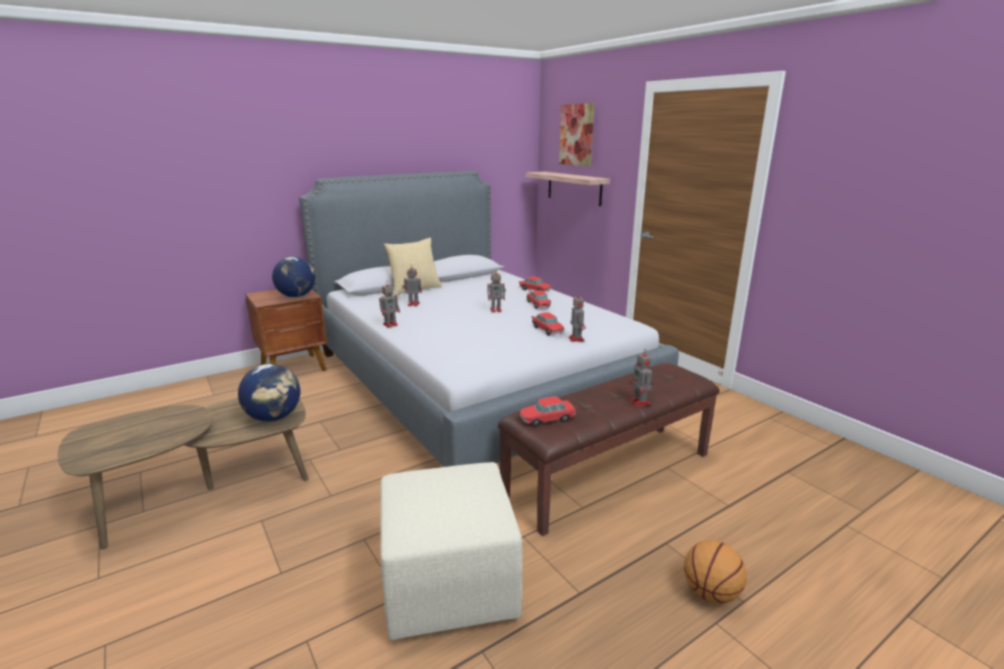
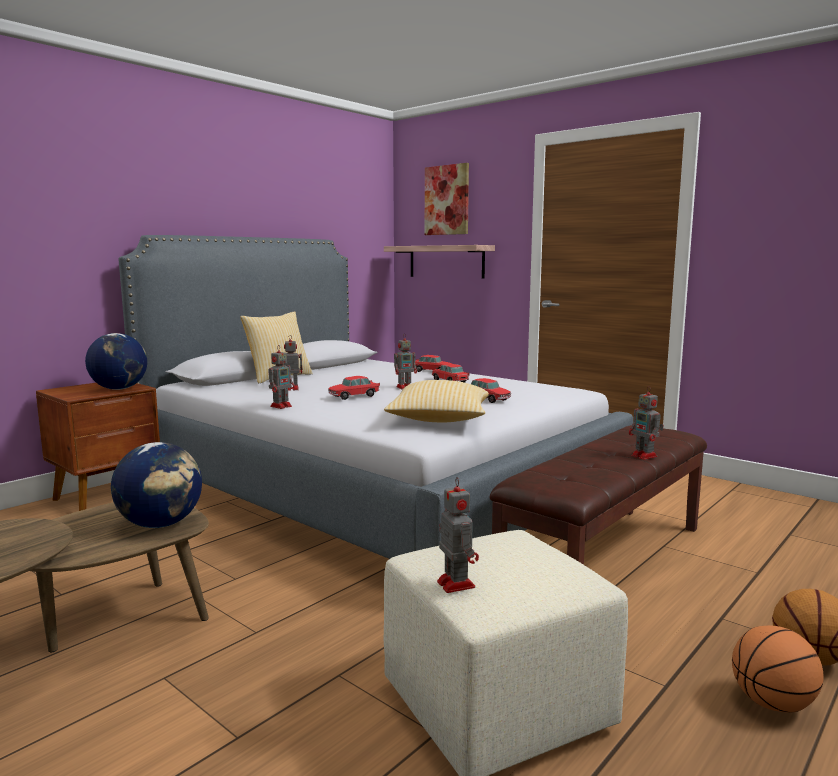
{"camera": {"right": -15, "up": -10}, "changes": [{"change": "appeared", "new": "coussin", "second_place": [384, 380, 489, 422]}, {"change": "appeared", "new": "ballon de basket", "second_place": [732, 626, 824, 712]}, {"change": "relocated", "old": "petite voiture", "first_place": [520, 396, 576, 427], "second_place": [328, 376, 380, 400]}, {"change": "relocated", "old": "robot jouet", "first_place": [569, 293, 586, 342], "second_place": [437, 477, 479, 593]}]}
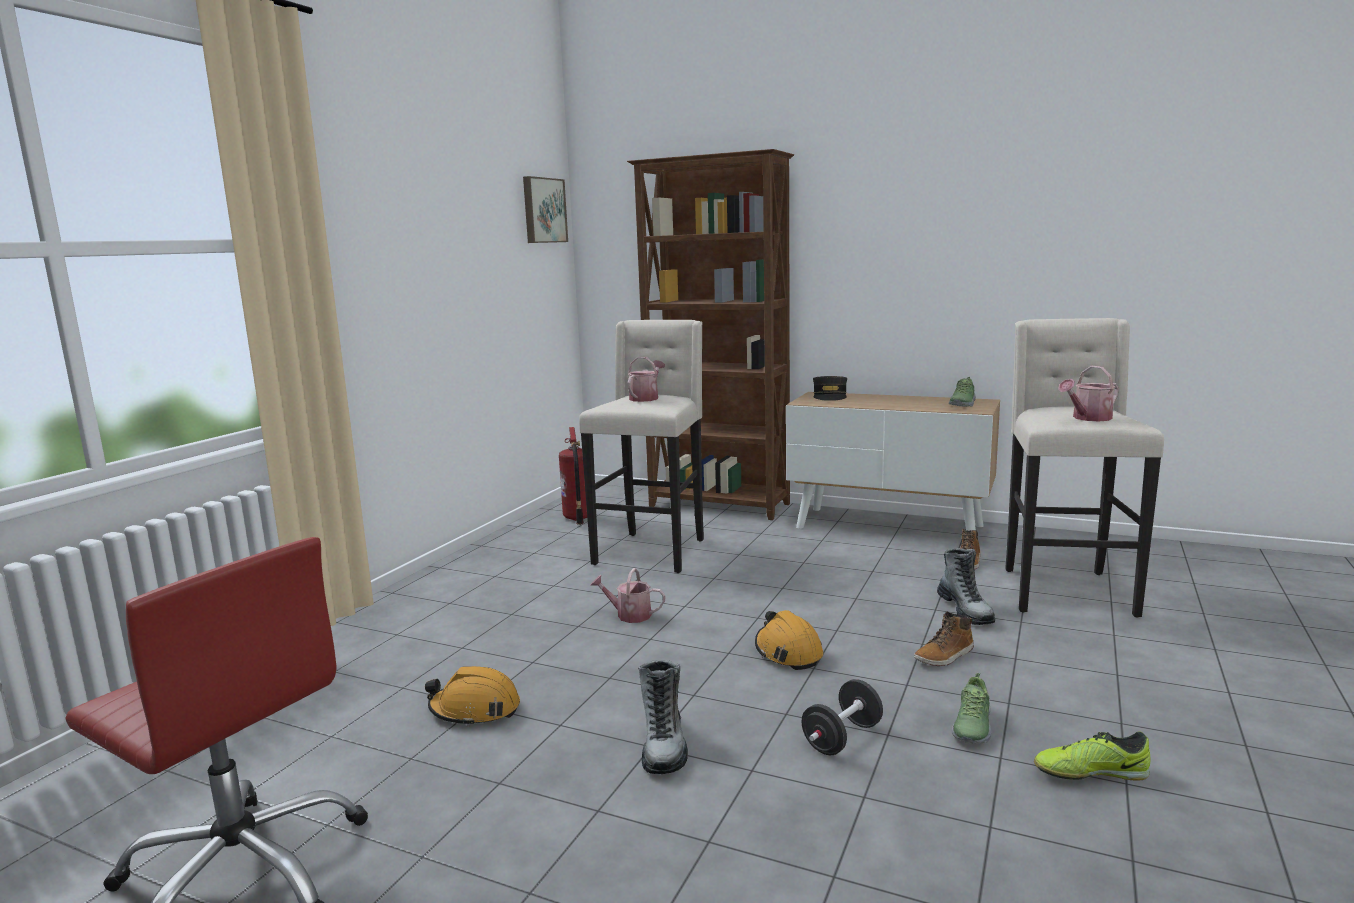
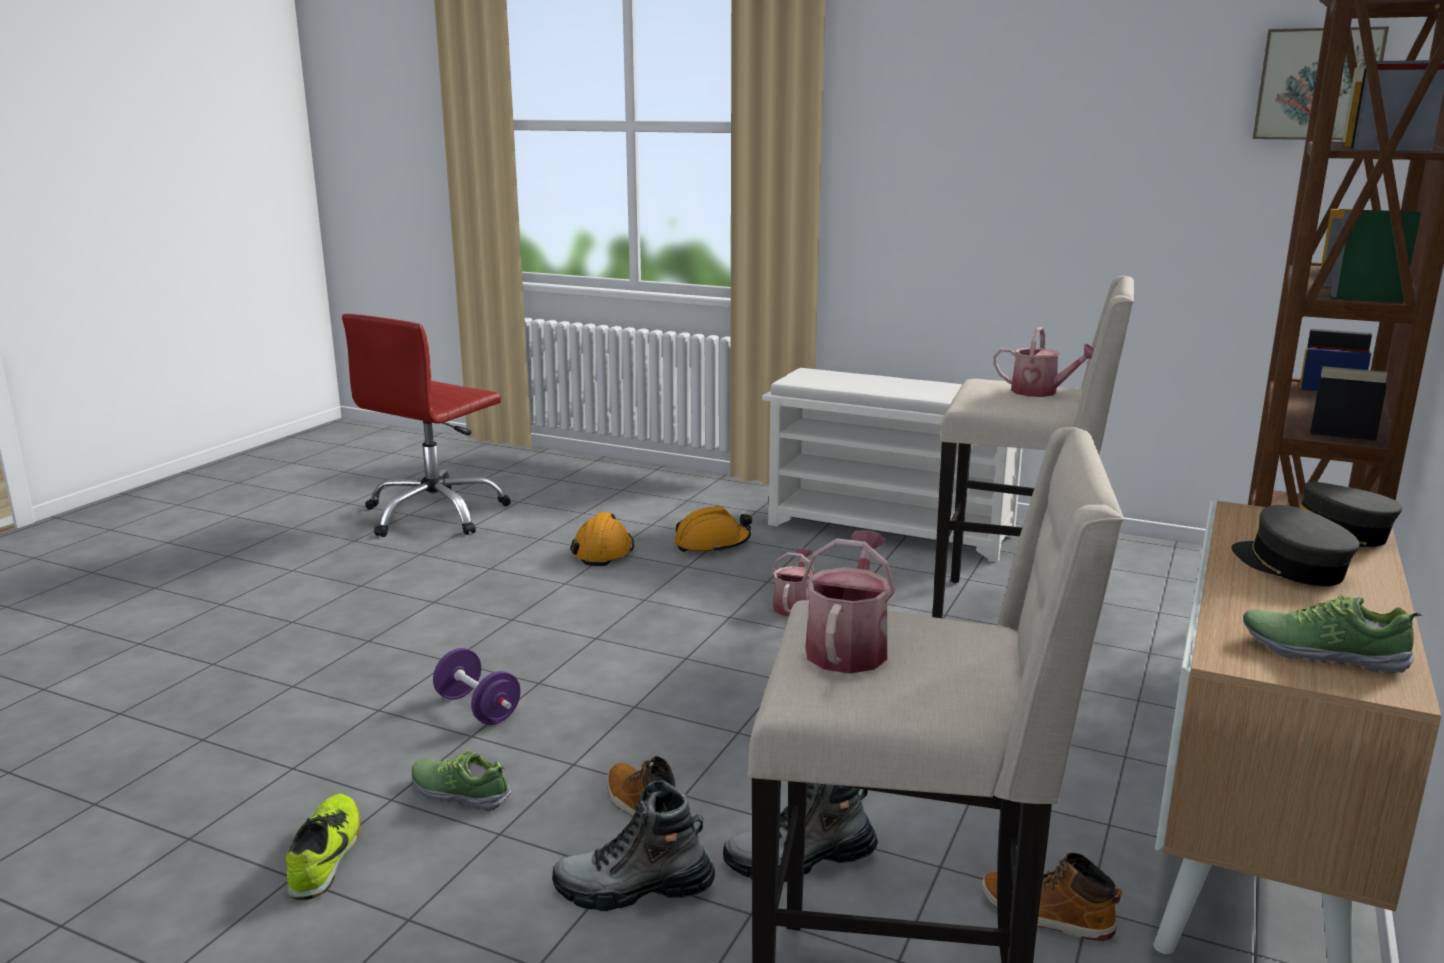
{"camera": {"right": 90, "up": 5}, "changes": [{"change": "missing", "old": "extincteur", "first_place": [559, 427, 587, 525]}, {"change": "appeared", "new": "étagère à chaussures (blanc)", "second_place": [762, 368, 1023, 562]}, {"change": "appeared", "new": "casquette (gris)", "second_place": [1231, 505, 1360, 586]}, {"change": "relocated", "old": "botte", "first_place": [638, 660, 688, 774], "second_place": [552, 780, 715, 911]}, {"change": "relocated", "old": "casque de chantier (orange)", "first_place": [755, 610, 823, 670], "second_place": [674, 506, 752, 553]}, {"change": "colour", "old": "haltère (noir)", "new": "haltère (violet)", "first_place": [802, 679, 883, 755], "second_place": [433, 648, 520, 725]}, {"change": "spun", "old": "arrosoir", "first_place": [1058, 366, 1119, 421], "second_place": [802, 530, 896, 674], "degrees": 45}]}
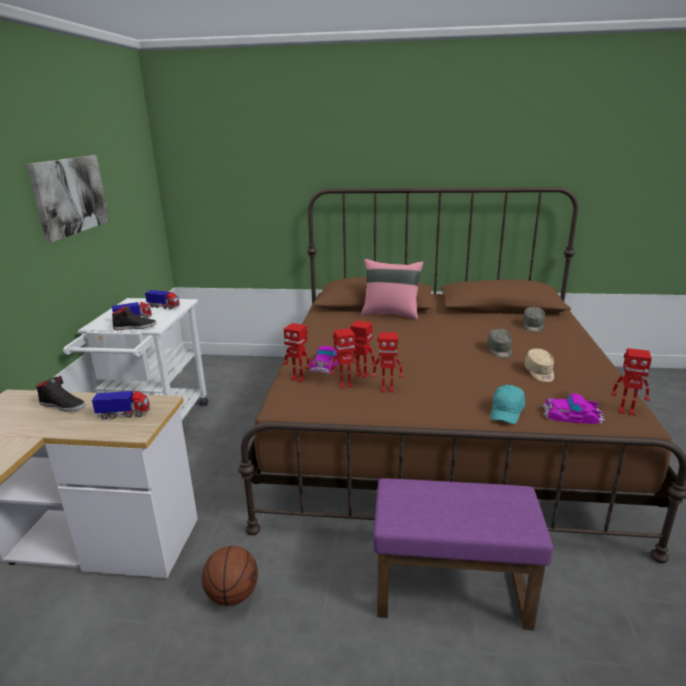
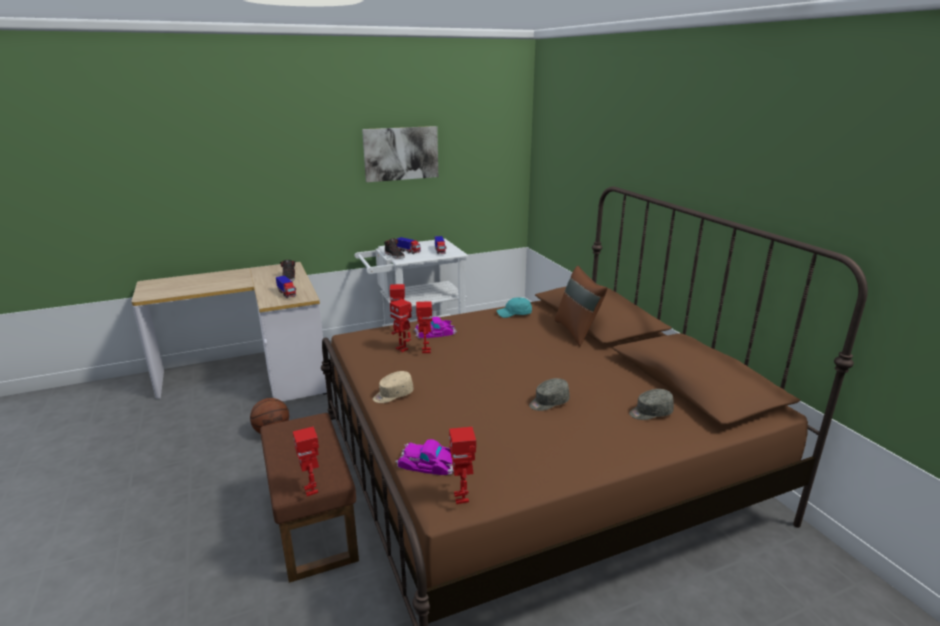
{"camera": {"right": 60, "up": 0}, "changes": [{"change": "relocated", "old": "robot jouet", "first_place": [372, 332, 403, 393], "second_place": [293, 426, 319, 496]}, {"change": "relocated", "old": "casquette (turquoise)", "first_place": [490, 385, 525, 424], "second_place": [496, 297, 532, 318]}, {"change": "relocated", "old": "casquette (beige)", "first_place": [524, 349, 554, 382], "second_place": [373, 371, 414, 403]}, {"change": "colour", "old": "coussin (rose)", "new": "coussin (marron)", "first_place": [361, 259, 423, 320], "second_place": [555, 266, 607, 347]}, {"change": "colour", "old": "pouf (violet)", "new": "pouf (marron)", "first_place": [373, 478, 553, 631], "second_place": [260, 413, 359, 583]}, {"change": "spun", "old": "petite voiture", "first_place": [541, 393, 605, 424], "second_place": [395, 439, 454, 475], "degrees": -60}]}
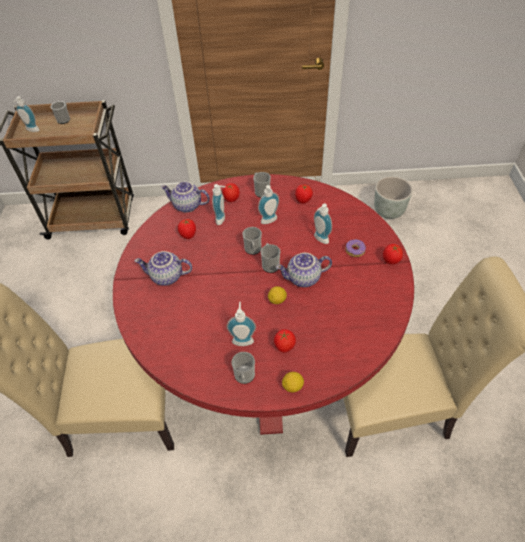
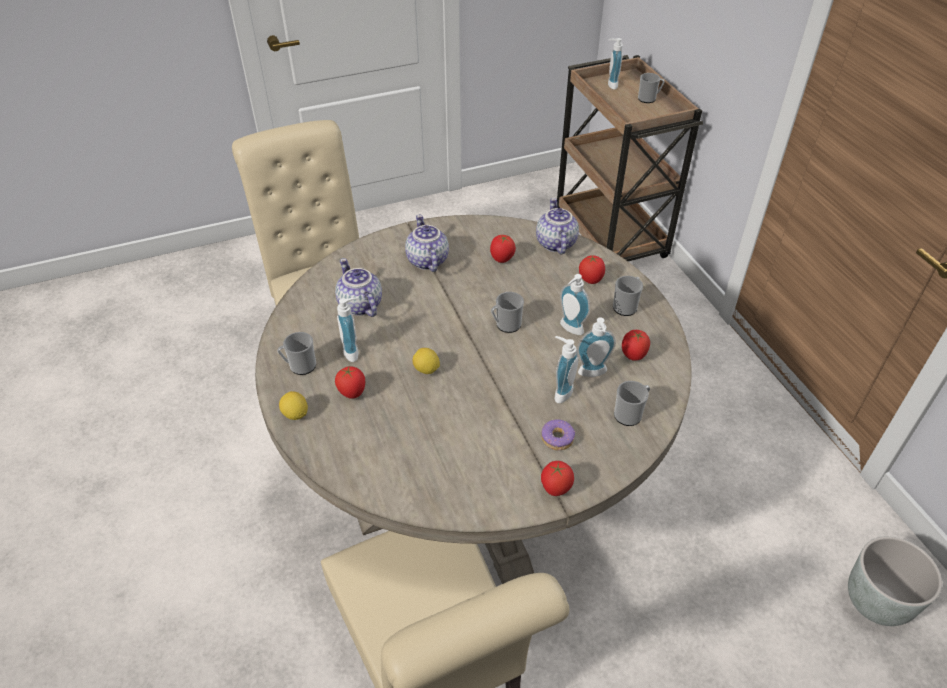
{"camera": {"right": 70, "up": -5}, "changes": [{"change": "relocated", "old": "distributeur de savon", "first_place": [212, 184, 226, 225], "second_place": [577, 317, 616, 377]}, {"change": "relocated", "old": "mug", "first_place": [261, 243, 280, 273], "second_place": [614, 381, 650, 426]}, {"change": "relocated", "old": "théière", "first_place": [276, 253, 332, 287], "second_place": [335, 258, 382, 317]}, {"change": "colour", "old": "table à manger (rouge)", "new": "table à manger (beige)", "first_place": [113, 174, 414, 435], "second_place": [255, 215, 692, 584]}]}
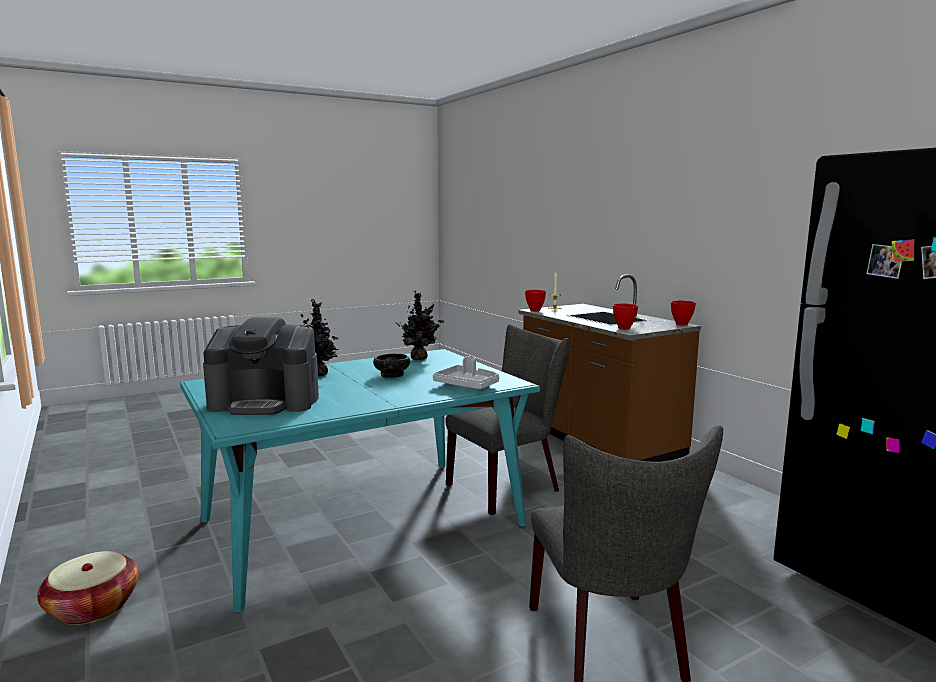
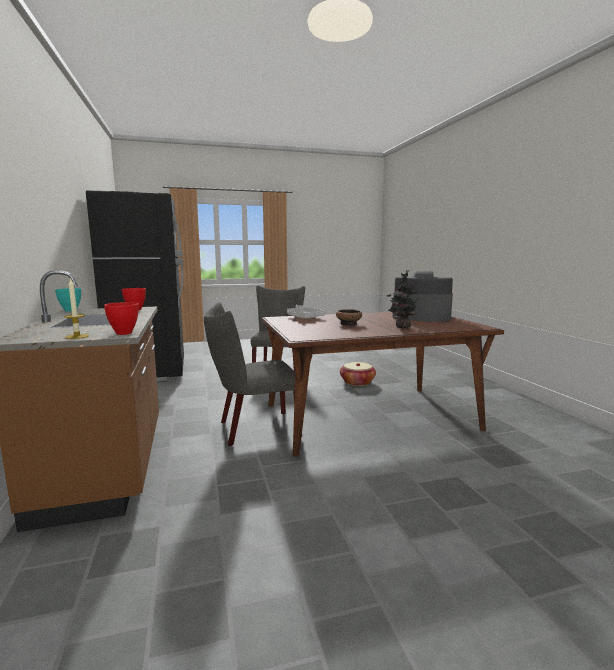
{"camera": {"right": -165, "up": 0}, "changes": [{"change": "missing", "old": "plante en pot", "first_place": [395, 291, 444, 360]}, {"change": "relocated", "old": "panier", "first_place": [37, 551, 139, 625], "second_place": [340, 362, 376, 386]}, {"change": "colour", "old": "table à manger (turquoise)", "new": "table à manger (marron)", "first_place": [180, 349, 540, 613], "second_place": [262, 312, 504, 457]}, {"change": "colour", "old": "bol (rouge)", "new": "bol (turquoise)", "first_place": [671, 300, 696, 325], "second_place": [55, 288, 81, 311]}]}
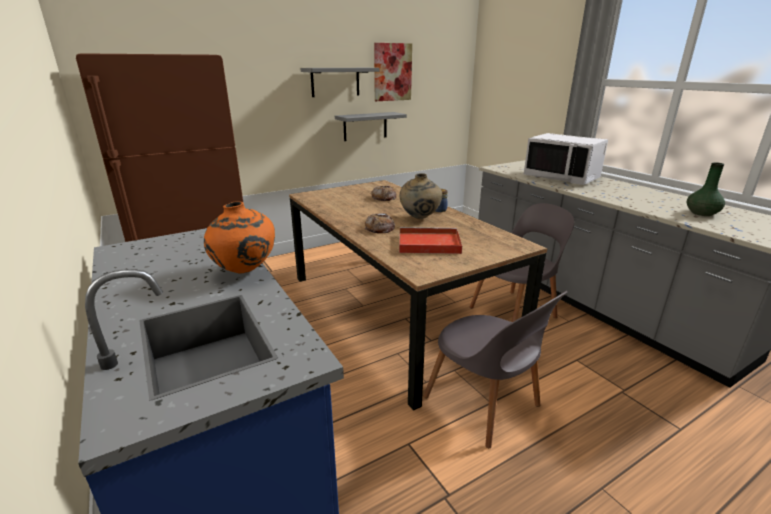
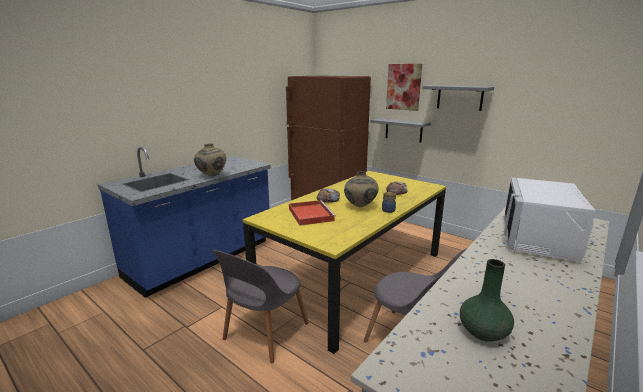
{"camera": {"right": 70, "up": -5}, "changes": [{"change": "relocated", "old": "étagère (gris)", "first_place": [335, 112, 407, 141], "second_place": [370, 118, 431, 143]}, {"change": "relocated", "old": "tableau", "first_place": [374, 43, 412, 101], "second_place": [386, 64, 422, 111]}, {"change": "colour", "old": "vase (orange)", "new": "vase (beige)", "first_place": [204, 201, 275, 274], "second_place": [194, 144, 226, 177]}, {"change": "colour", "old": "table à manger (marron)", "new": "table à manger (jaune)", "first_place": [289, 180, 548, 411], "second_place": [243, 171, 446, 354]}]}
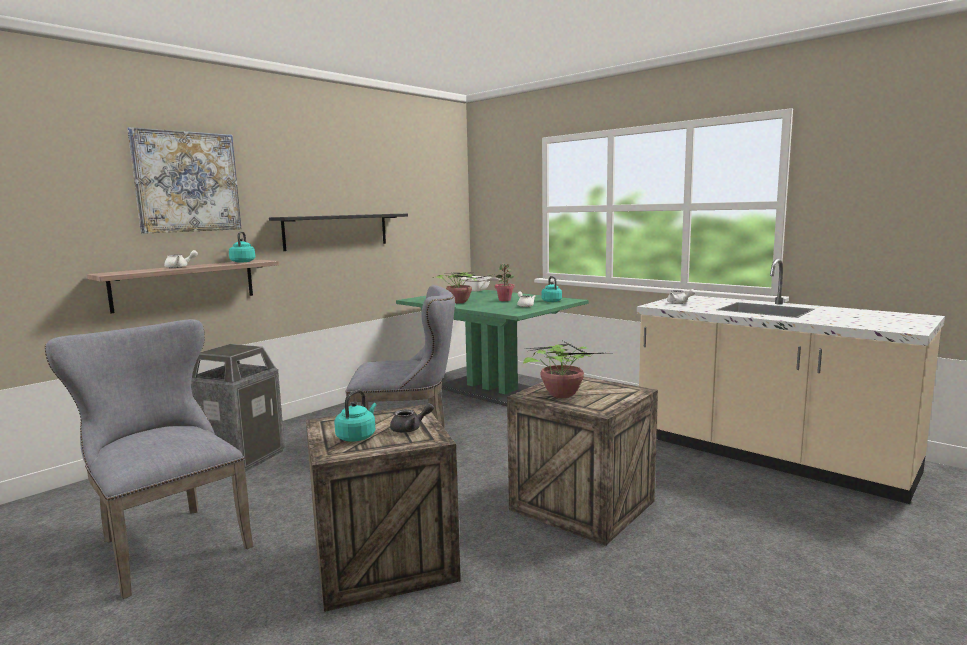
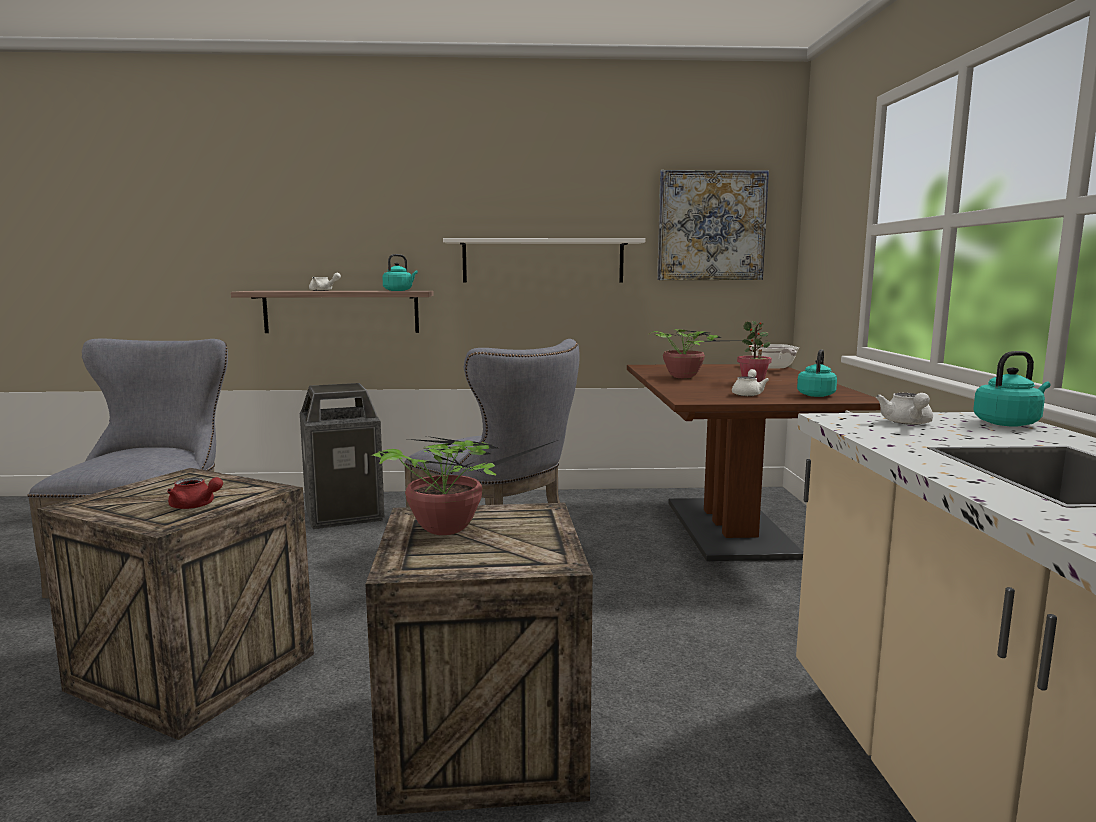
{"camera": {"right": 45, "up": 0}, "changes": [{"change": "relocated", "old": "tableau", "first_place": [127, 127, 241, 234], "second_place": [657, 170, 769, 280]}, {"change": "relocated", "old": "bouilloire (turquoise)", "first_place": [334, 389, 376, 442], "second_place": [973, 351, 1051, 427]}, {"change": "colour", "old": "étagère (noir)", "new": "étagère (blanc)", "first_place": [269, 214, 408, 251], "second_place": [443, 238, 645, 283]}, {"change": "colour", "old": "théière (gris)", "new": "théière (rouge)", "first_place": [390, 403, 434, 433], "second_place": [167, 477, 223, 509]}, {"change": "colour", "old": "table à manger (vert)", "new": "table à manger (marron)", "first_place": [396, 290, 589, 406], "second_place": [627, 364, 881, 561]}]}
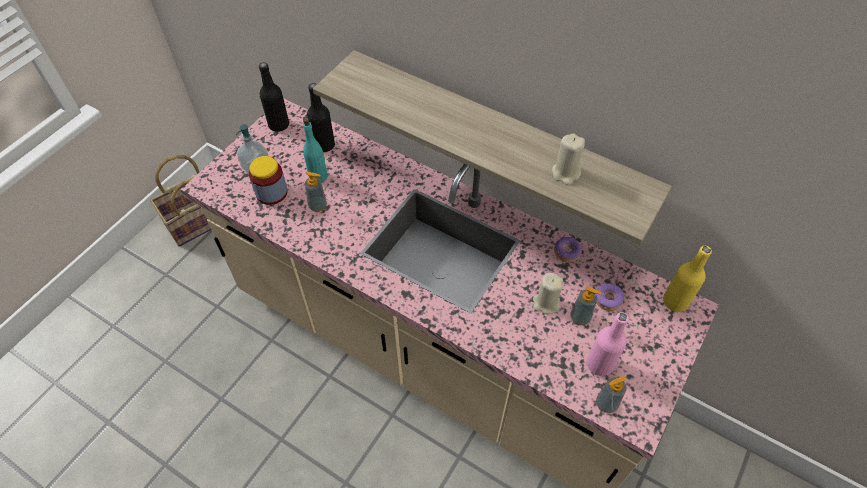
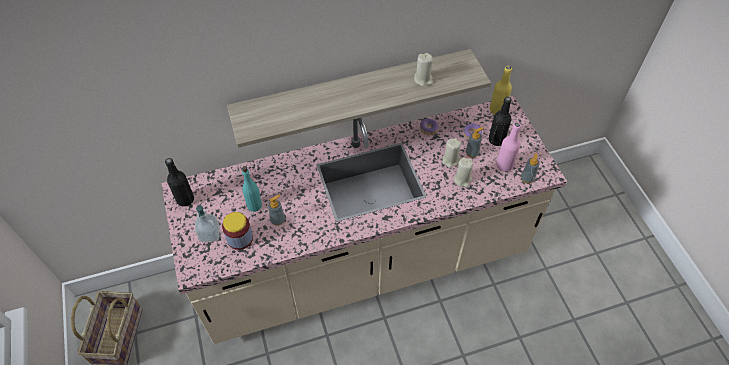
{"camera": {"right": -50, "up": 0}, "changes": [{"change": "appeared", "new": "bougie (beige)", "second_place": [454, 157, 473, 187]}, {"change": "relocated", "old": "bouteille (noir)", "first_place": [307, 83, 335, 153], "second_place": [488, 97, 512, 146]}]}
